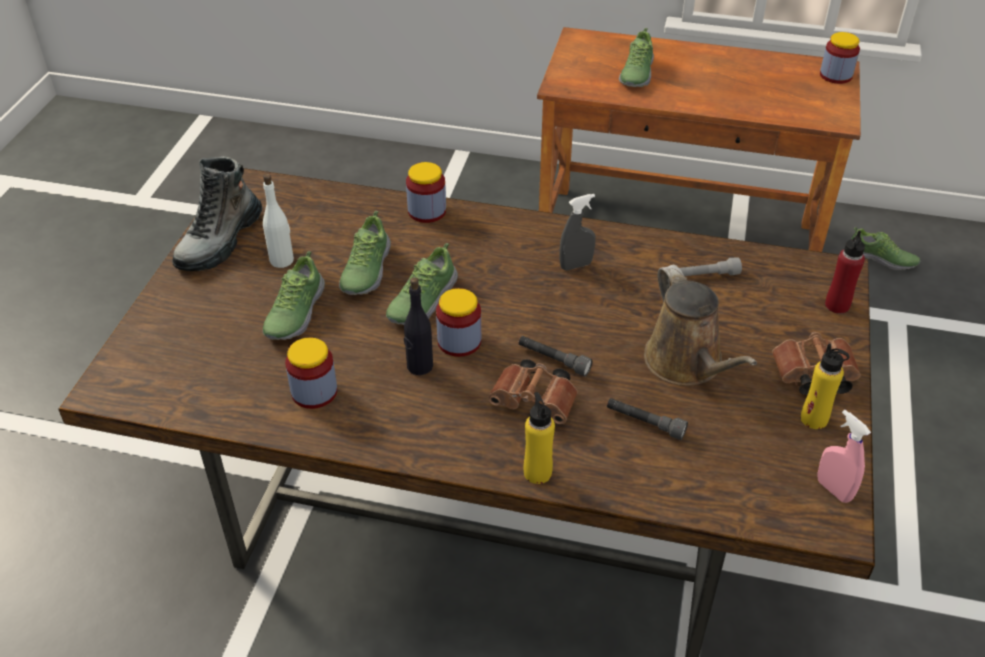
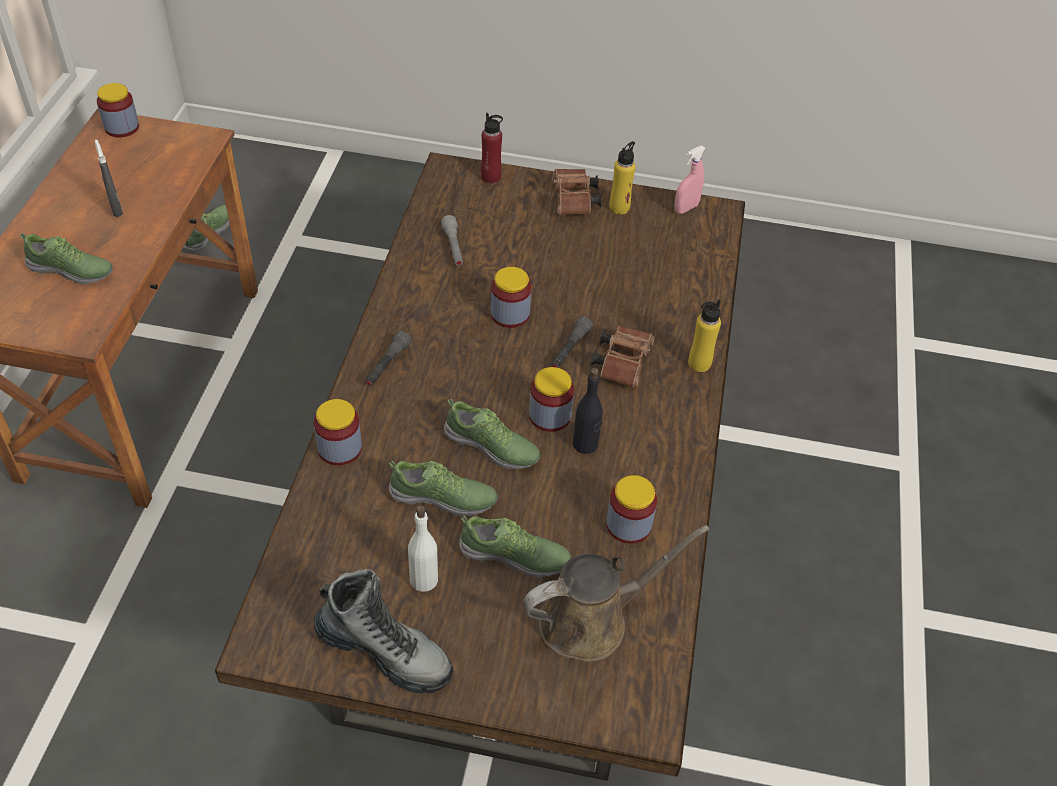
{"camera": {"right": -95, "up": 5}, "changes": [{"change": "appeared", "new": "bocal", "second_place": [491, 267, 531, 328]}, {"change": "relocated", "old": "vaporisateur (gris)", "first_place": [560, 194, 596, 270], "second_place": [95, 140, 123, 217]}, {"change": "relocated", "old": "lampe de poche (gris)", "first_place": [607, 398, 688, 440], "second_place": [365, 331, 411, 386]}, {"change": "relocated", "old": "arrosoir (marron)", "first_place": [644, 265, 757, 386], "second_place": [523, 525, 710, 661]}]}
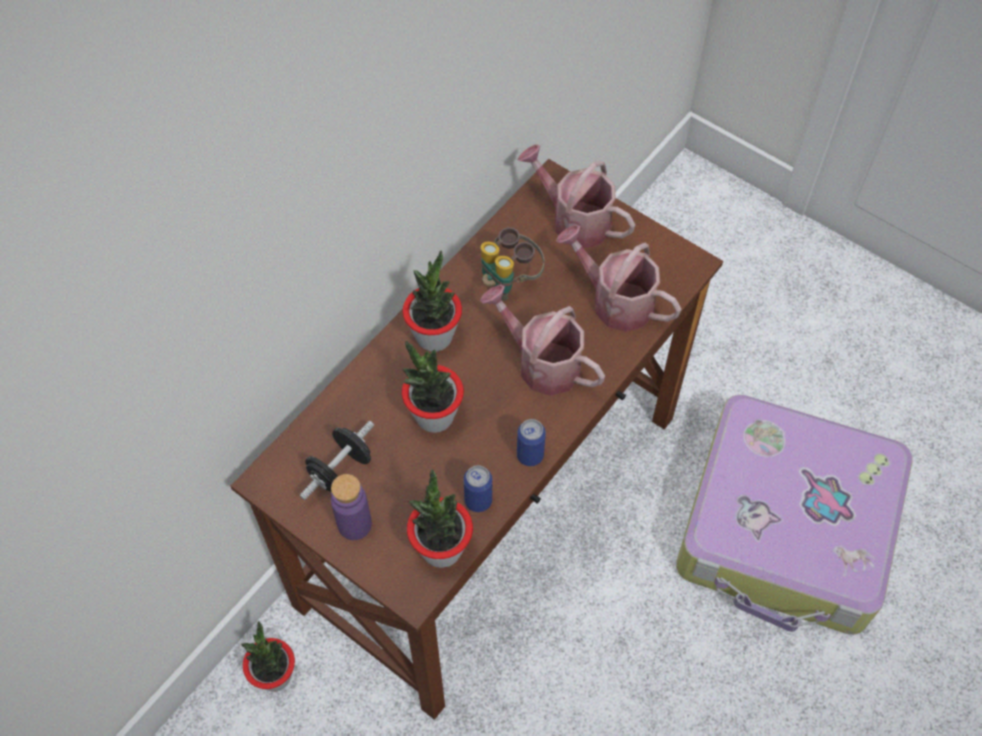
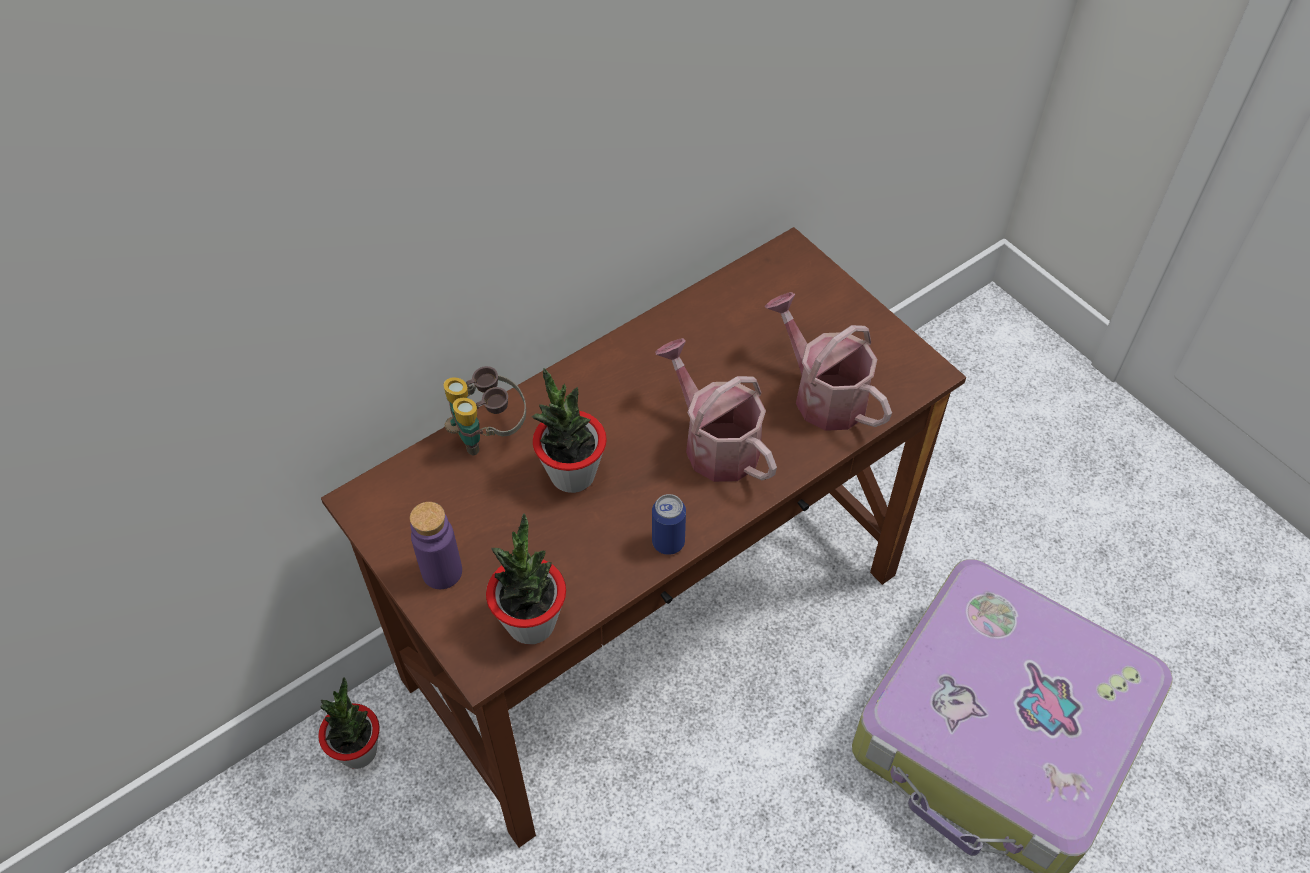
{"camera": {"right": 15, "up": -5}, "changes": [{"change": "missing", "old": "haltère (noir)", "first_place": [300, 421, 374, 500]}, {"change": "missing", "old": "plante en pot", "first_place": [403, 250, 462, 352]}, {"change": "missing", "old": "boîte métallique", "first_place": [464, 465, 492, 512]}, {"change": "missing", "old": "arrosoir", "first_place": [517, 144, 635, 249]}, {"change": "relocated", "old": "jumelles", "first_place": [481, 227, 544, 301], "second_place": [443, 366, 526, 455]}]}
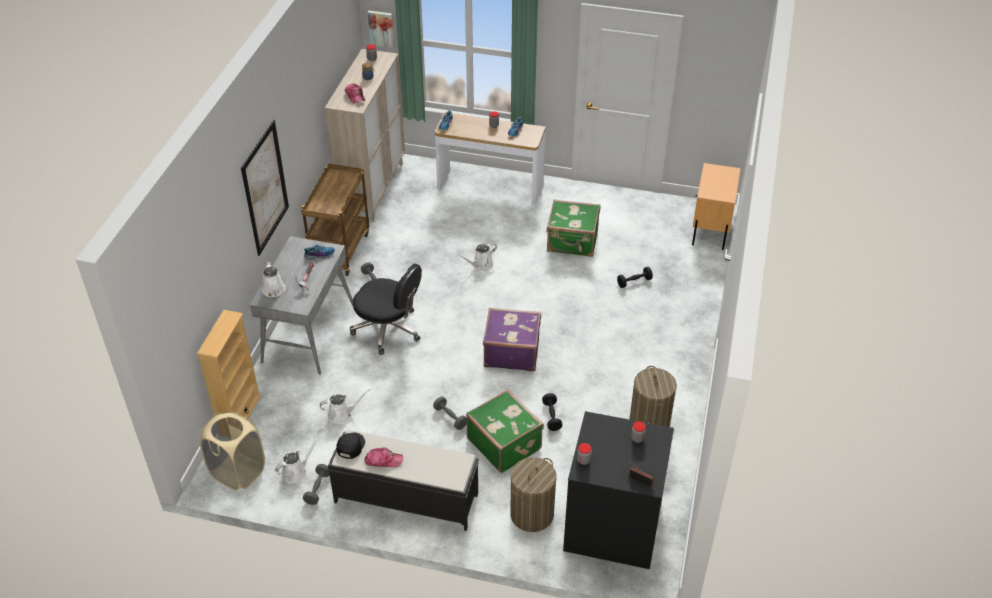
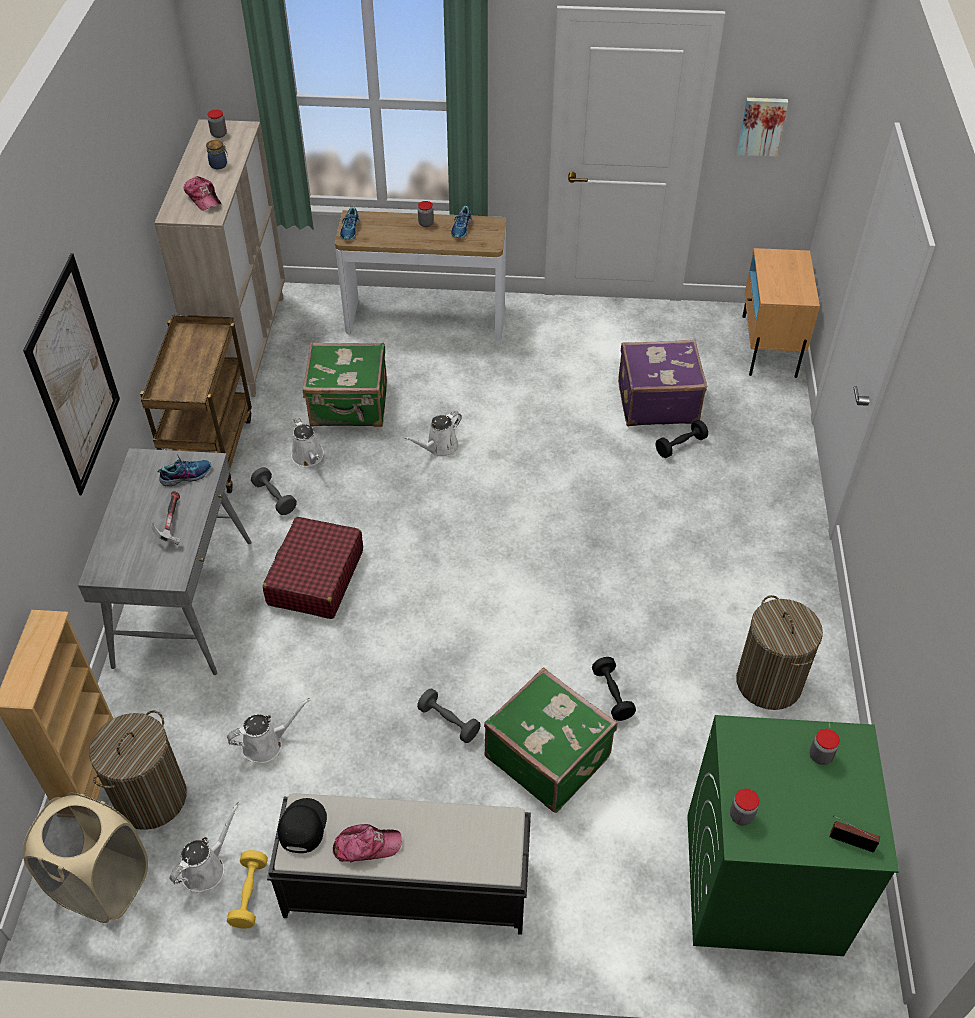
{"camera": {"right": -10, "up": 5}, "changes": [{"change": "relocated", "old": "arrosoir (blanc)", "first_place": [262, 262, 285, 297], "second_place": [291, 418, 324, 467]}, {"change": "relocated", "old": "tableau", "first_place": [368, 11, 394, 48], "second_place": [737, 98, 788, 157]}, {"change": "relocated", "old": "valise (violet)", "first_place": [483, 308, 541, 371], "second_place": [618, 340, 707, 426]}, {"change": "relocated", "old": "panier à linge", "first_place": [510, 457, 557, 532], "second_place": [89, 710, 187, 830]}, {"change": "relocated", "old": "valise (vert)", "first_place": [546, 199, 600, 257], "second_place": [303, 343, 387, 427]}, {"change": "exchanged", "old": "chaise de bureau (noir)", "new": "valise (rouge)", "first_place": [350, 263, 422, 355], "second_place": [263, 517, 363, 619]}, {"change": "colour", "old": "haltère (gris)", "new": "haltère (jaune)", "first_place": [303, 464, 330, 505], "second_place": [227, 850, 268, 929]}, {"change": "colour", "old": "lave-linge (noir)", "new": "lave-linge (vert)", "first_place": [563, 411, 674, 569], "second_place": [687, 715, 899, 956]}]}
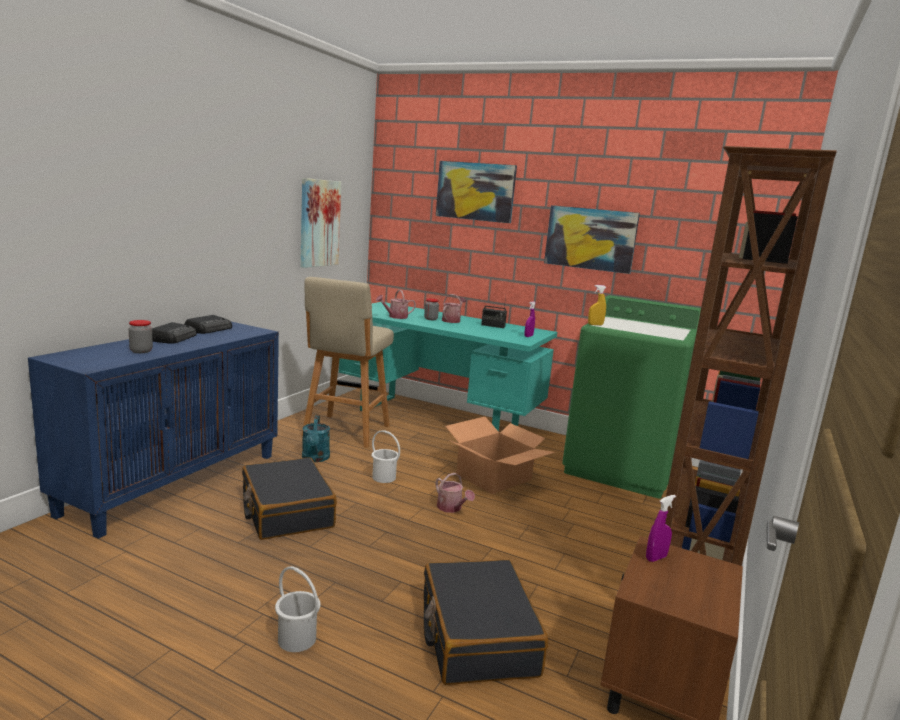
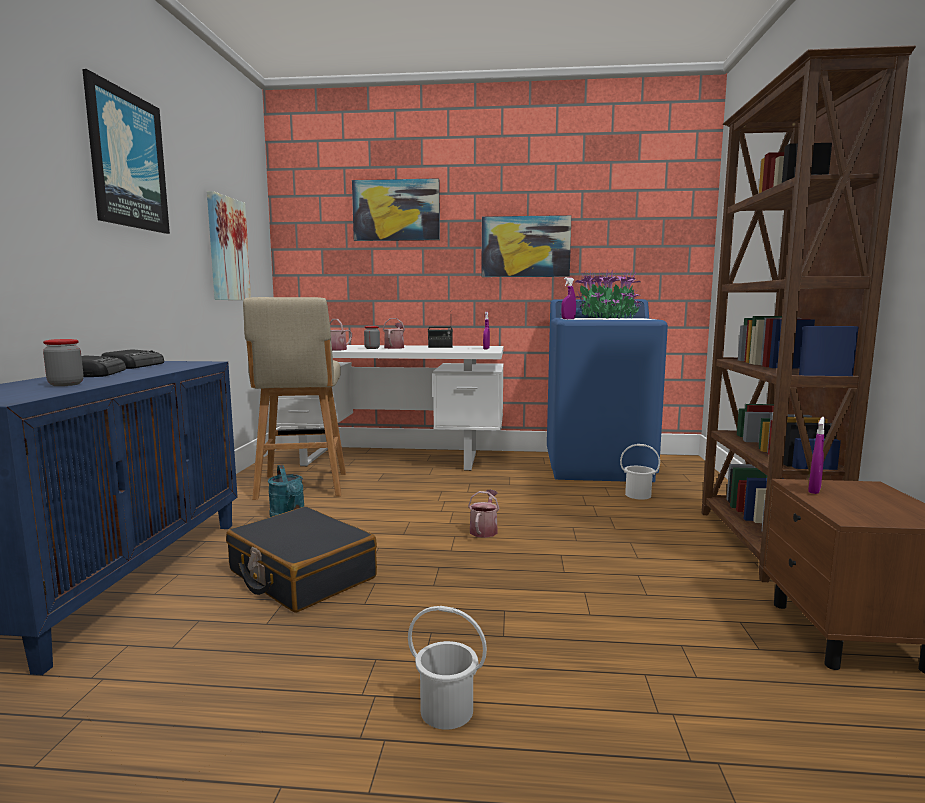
{"camera": {"right": -20, "up": -5}, "changes": [{"change": "missing", "old": "valise (noir)", "first_place": [424, 559, 548, 685]}, {"change": "missing", "old": "carton", "first_place": [445, 417, 555, 494]}, {"change": "appeared", "new": "tableau", "second_place": [82, 69, 170, 234]}, {"change": "appeared", "new": "plante en pot", "second_place": [576, 270, 641, 319]}, {"change": "relocated", "old": "seau (blanc)", "first_place": [372, 430, 400, 483], "second_place": [620, 444, 660, 500]}, {"change": "colour", "old": "bureau (turquoise)", "new": "bureau (blanc)", "first_place": [339, 302, 557, 432], "second_place": [268, 345, 503, 471]}, {"change": "colour", "old": "lave-linge (vert)", "new": "lave-linge (bleu)", "first_place": [562, 295, 701, 499], "second_place": [547, 299, 668, 482]}, {"change": "colour", "old": "vaporisateur (jaune)", "new": "vaporisateur (violet)", "first_place": [588, 285, 606, 325], "second_place": [561, 277, 576, 319]}, {"change": "spun", "old": "arrosoir", "first_place": [436, 473, 475, 513], "second_place": [468, 490, 500, 538], "degrees": -105}]}
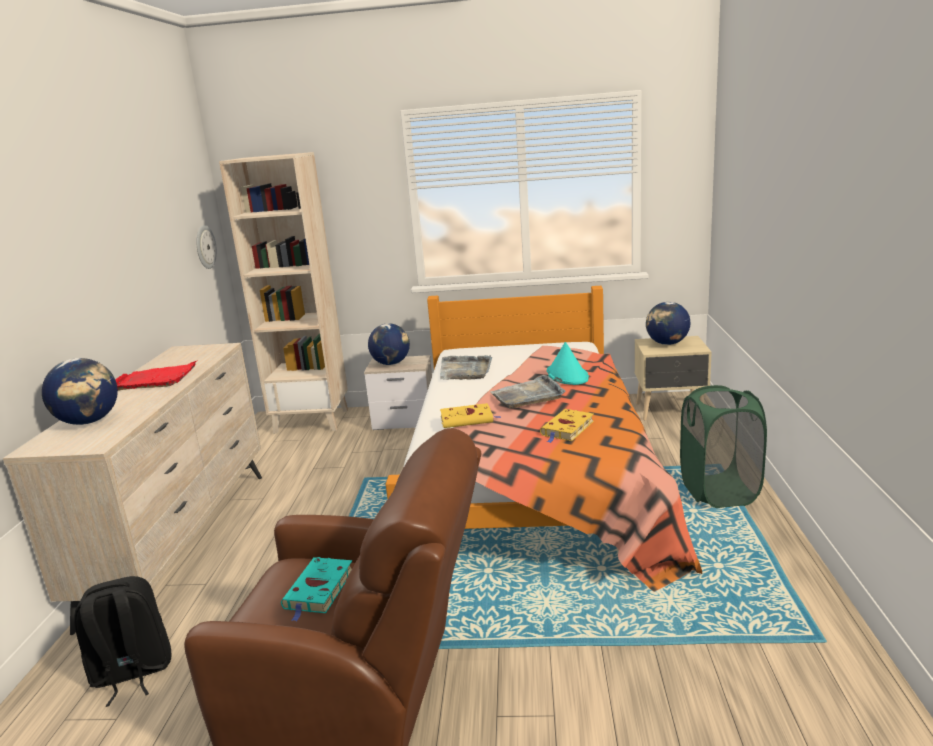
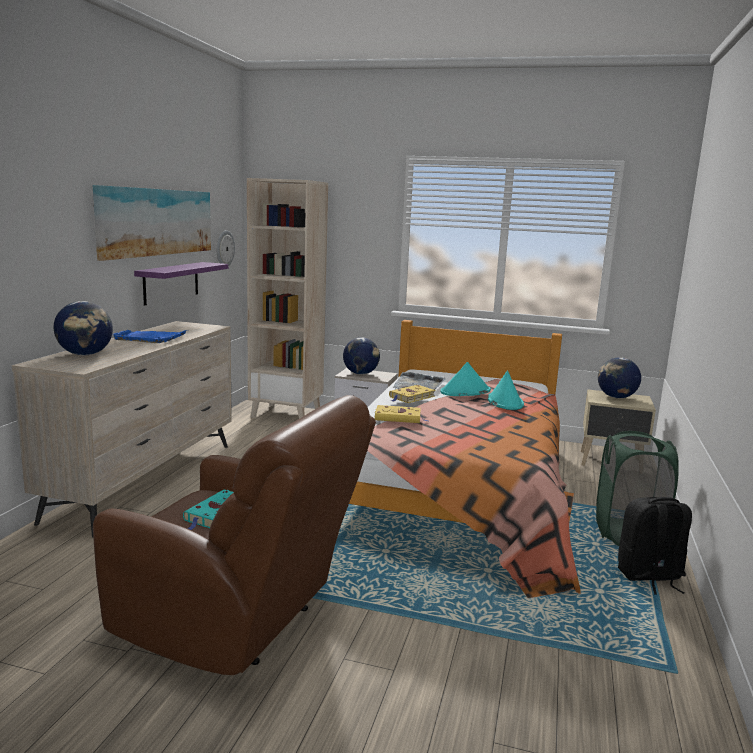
{"camera": {"right": 10, "up": -5}, "changes": [{"change": "missing", "old": "plateau (gris)", "first_place": [490, 375, 565, 408]}, {"change": "appeared", "new": "tableau", "second_place": [93, 185, 211, 261]}, {"change": "appeared", "new": "étagère (violet)", "second_place": [134, 262, 228, 306]}, {"change": "appeared", "new": "chapeau (turquoise)", "second_place": [440, 362, 491, 396]}, {"change": "relocated", "old": "sac à dos (noir)", "first_place": [74, 576, 171, 707], "second_place": [618, 497, 692, 595]}, {"change": "relocated", "old": "livre (jaune)", "first_place": [540, 409, 594, 443], "second_place": [389, 385, 436, 403]}, {"change": "colour", "old": "plateau (rouge)", "new": "plateau (bleu)", "first_place": [116, 360, 198, 391], "second_place": [112, 330, 186, 343]}]}
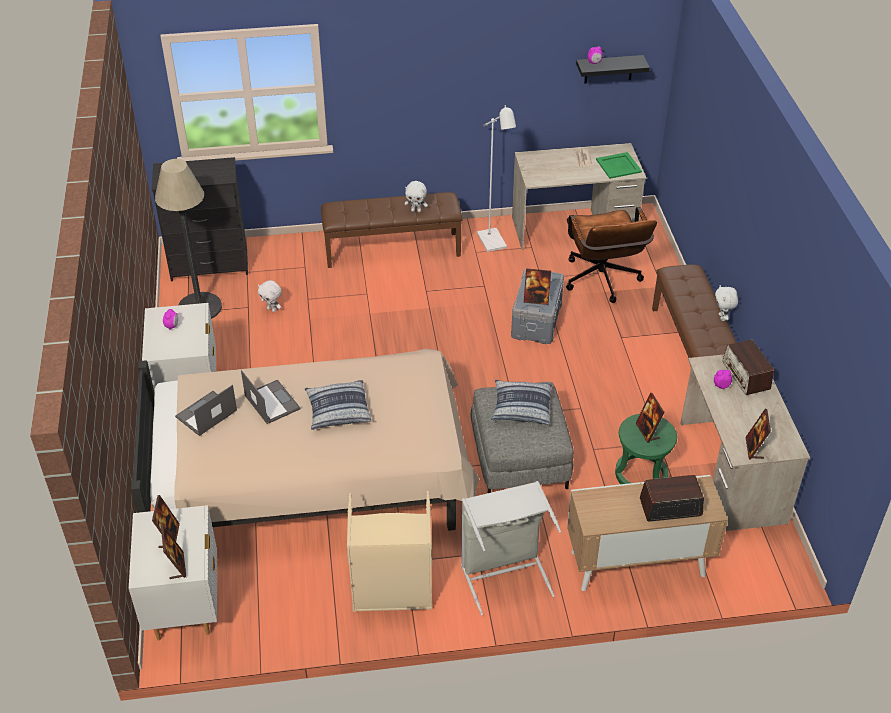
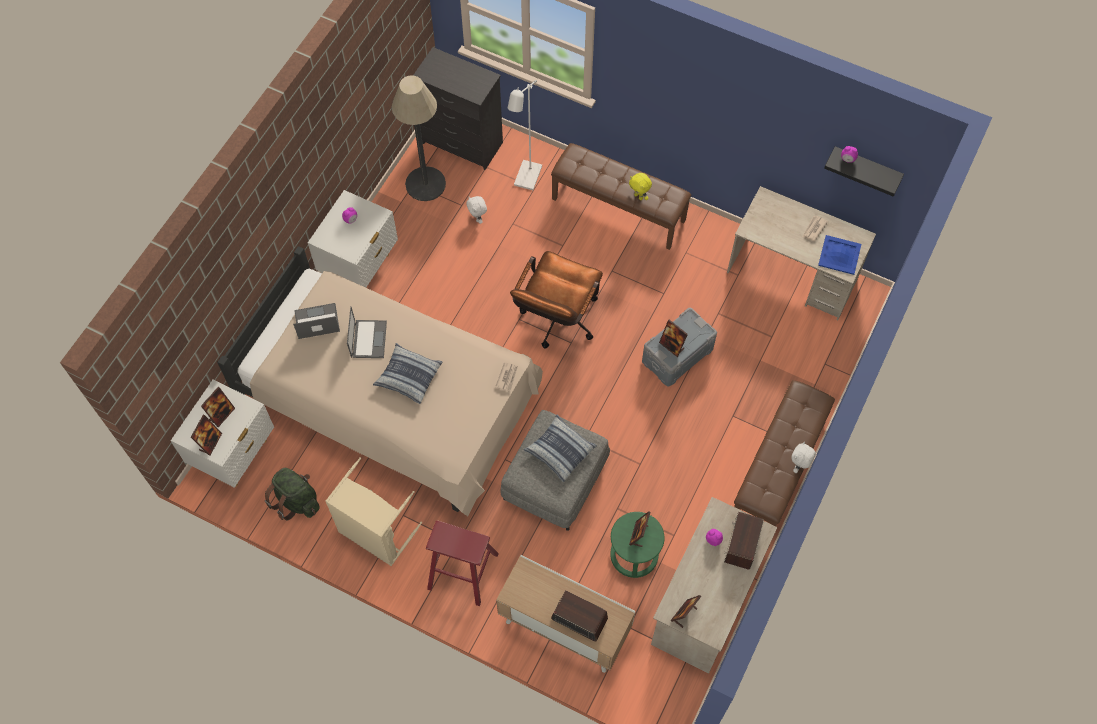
{"camera": {"right": 35, "up": 20}, "changes": [{"change": "appeared", "new": "sac à dos (vert)", "second_place": [264, 468, 320, 521]}, {"change": "appeared", "new": "journal", "second_place": [495, 362, 518, 391]}, {"change": "relocated", "old": "lampadaire (blanc)", "first_place": [477, 105, 516, 252], "second_place": [508, 80, 542, 190]}, {"change": "relocated", "old": "chaise de bureau (marron)", "first_place": [566, 207, 657, 303], "second_place": [510, 251, 603, 348]}, {"change": "exchanged", "old": "panier à linge (gris)", "new": "tabouret (rouge)", "first_place": [461, 481, 561, 615], "second_place": [426, 520, 499, 606]}, {"change": "colour", "old": "peluche (blanc)", "new": "peluche (jaune)", "first_place": [405, 181, 428, 212], "second_place": [629, 173, 652, 200]}, {"change": "colour", "old": "plateau (vert)", "new": "plateau (bleu)", "first_place": [596, 152, 642, 179], "second_place": [818, 235, 861, 275]}]}
